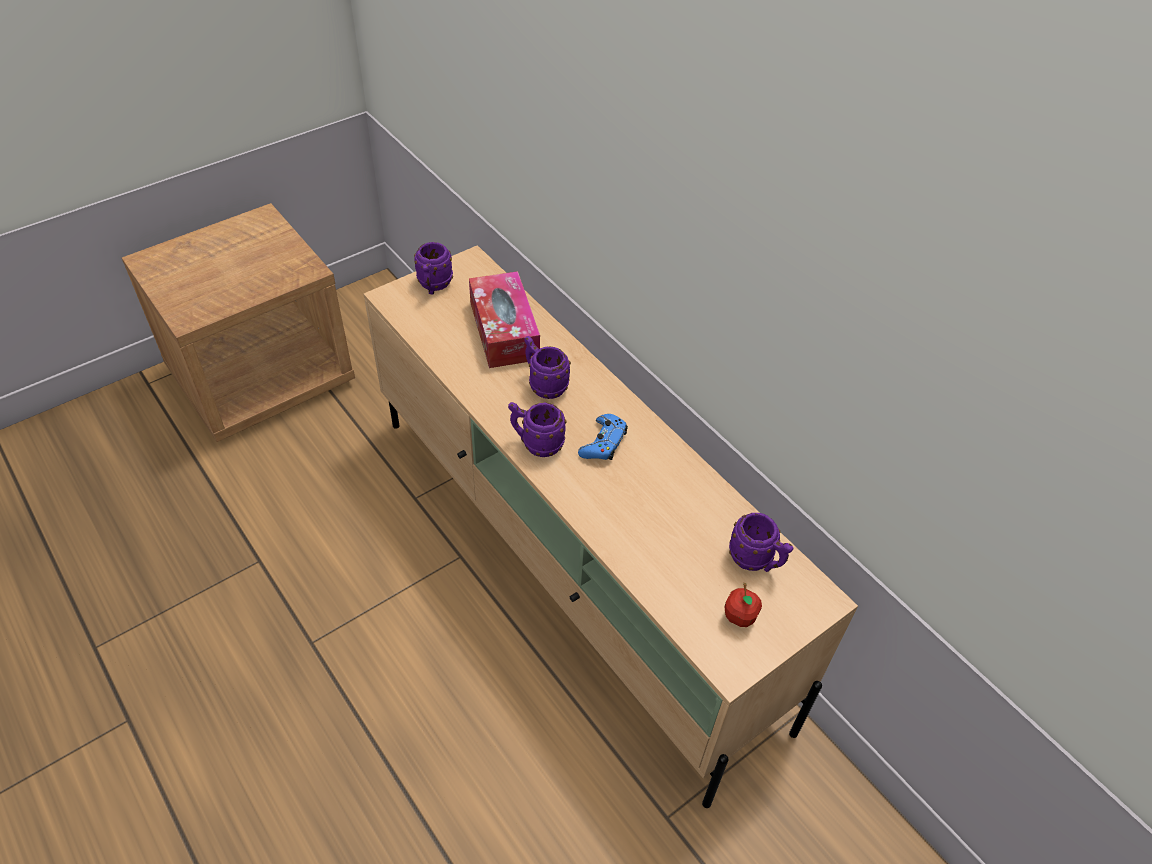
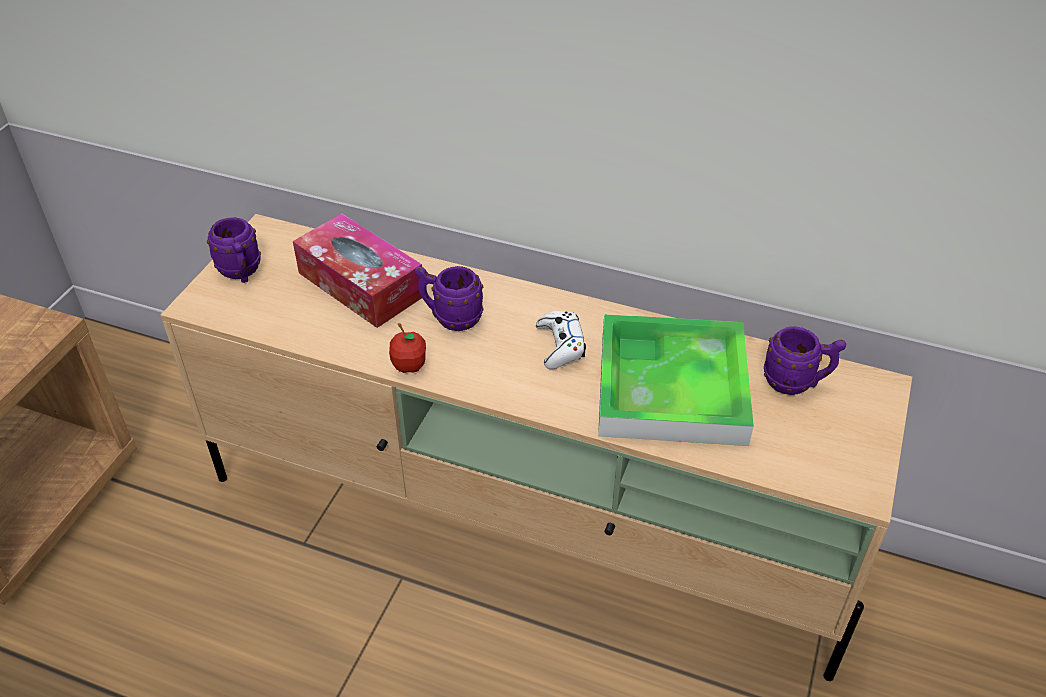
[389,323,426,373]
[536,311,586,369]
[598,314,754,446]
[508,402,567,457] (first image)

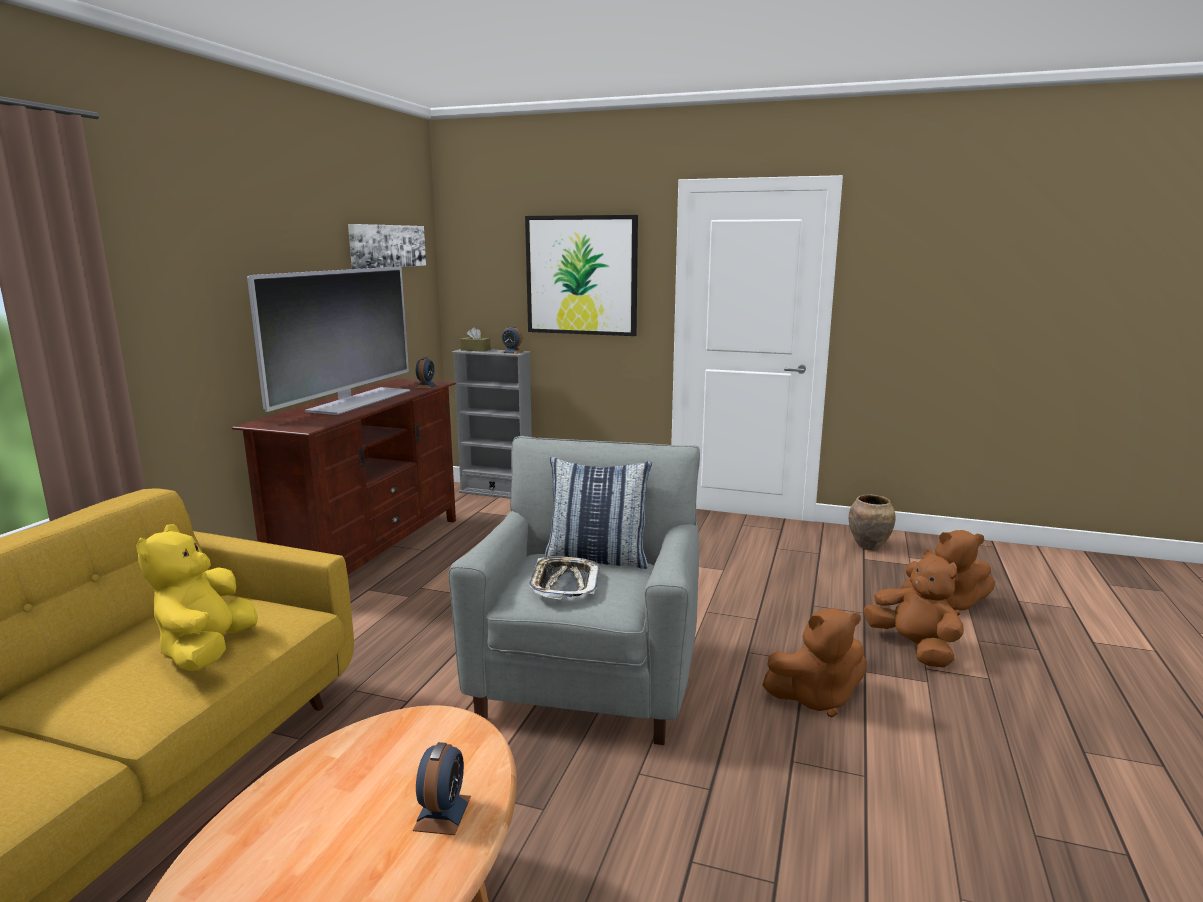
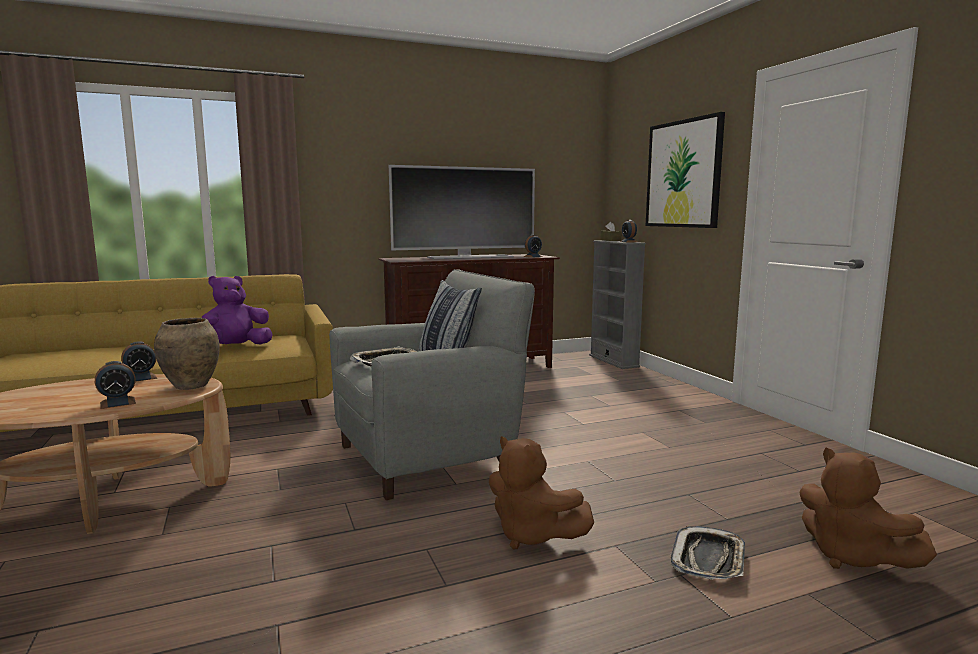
[121,342,157,382]
[154,318,220,390]
[202,276,273,345]
[671,526,745,580]
[348,224,426,269] (first image)

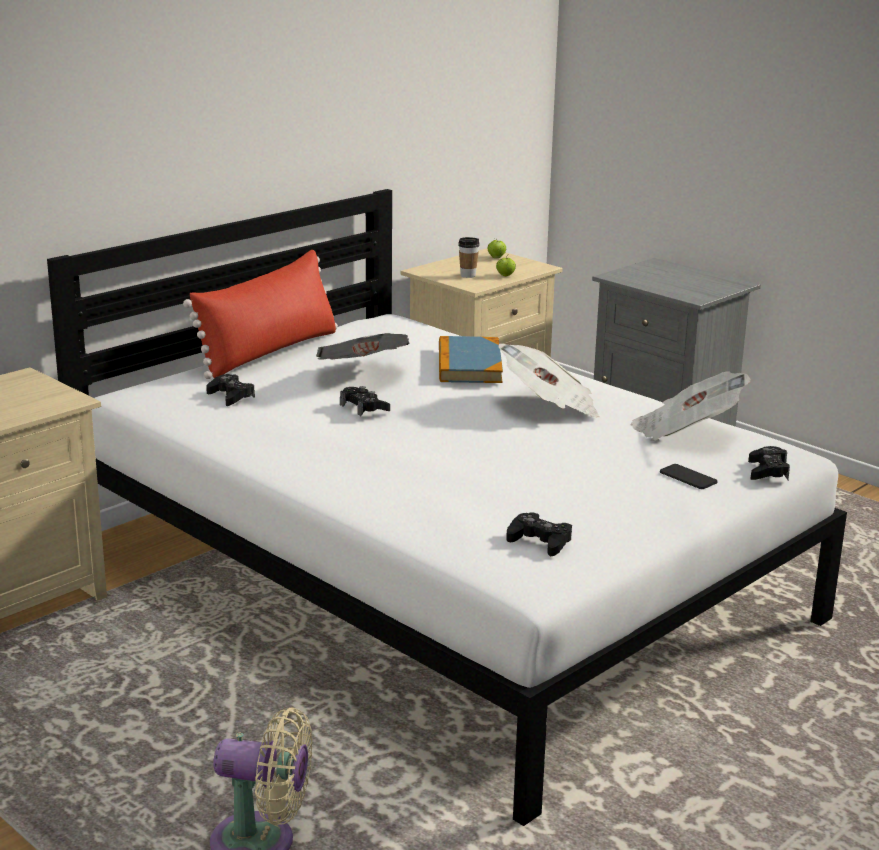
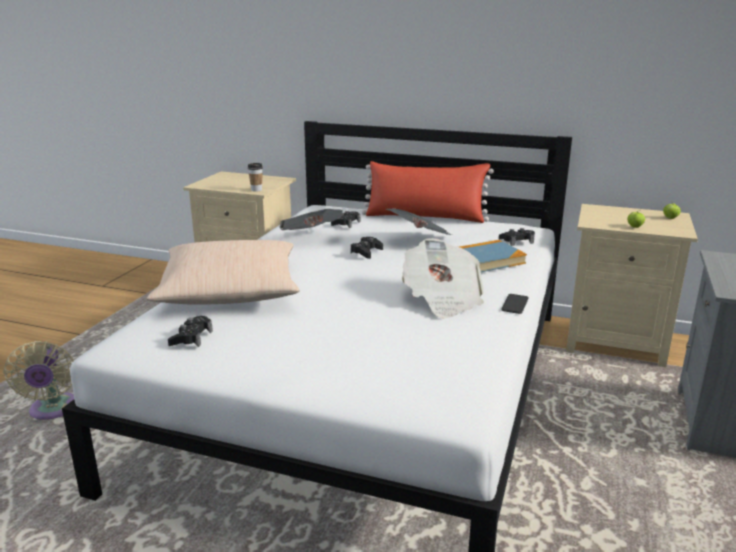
[146,240,299,305]
[248,163,263,192]
[280,209,343,230]
[499,228,535,246]
[501,294,529,314]

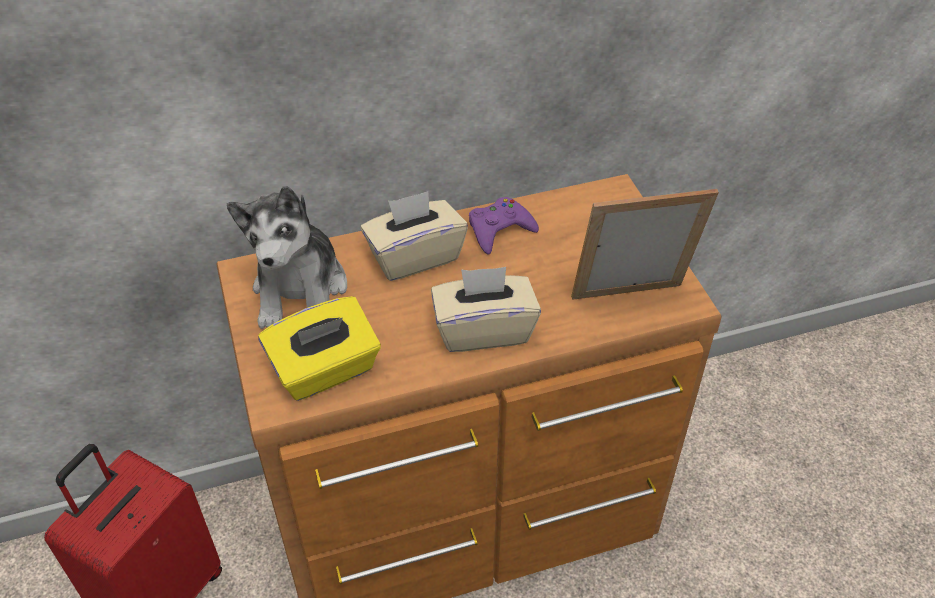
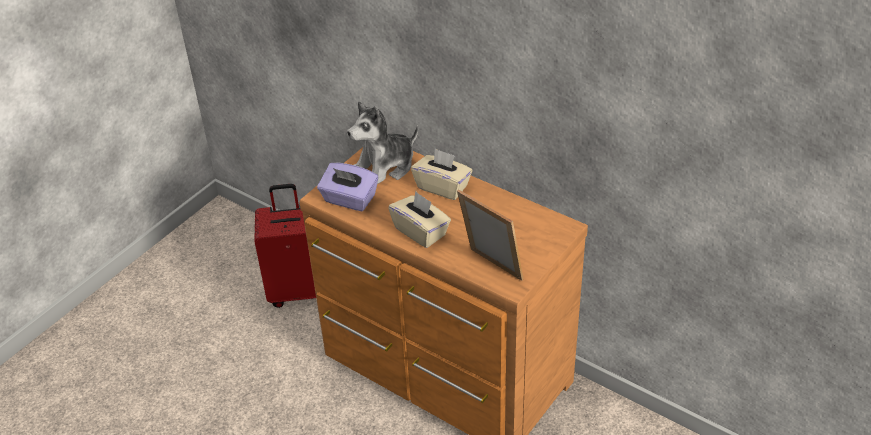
[317,163,378,211]
[469,197,539,254] (first image)

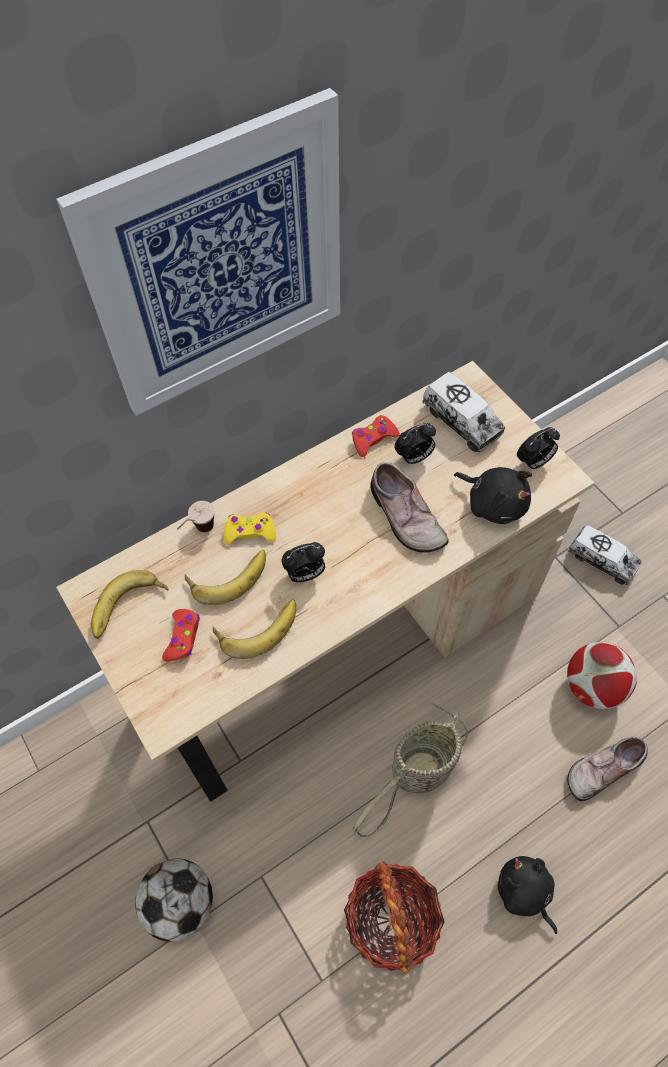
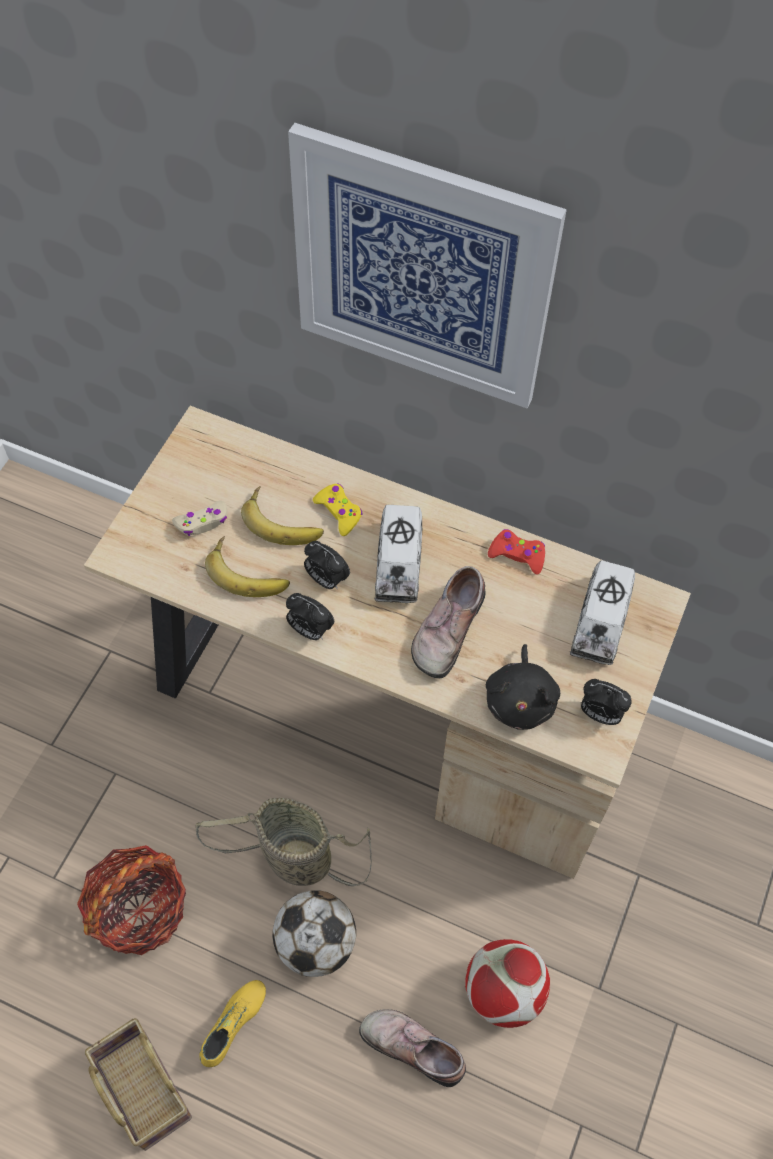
[85,1018,192,1151]
[172,501,227,536]
[199,980,266,1067]
[273,890,356,977]
[286,593,334,640]
[374,505,422,603]
[91,570,169,639] (first image)
[177,501,215,532] (first image)

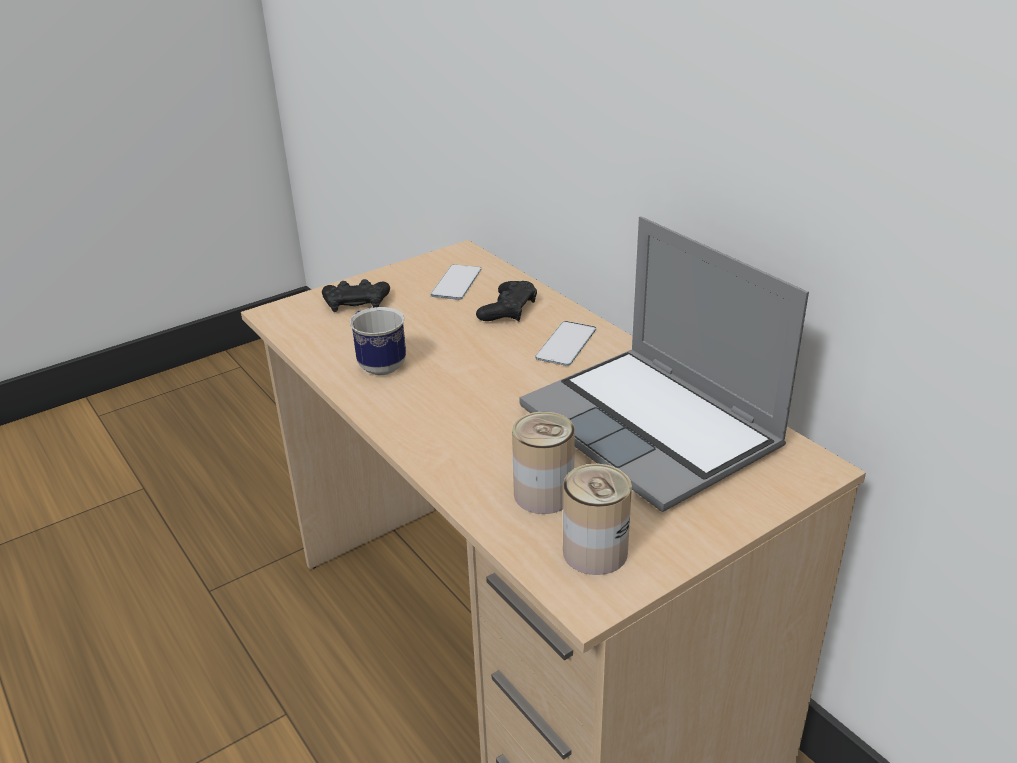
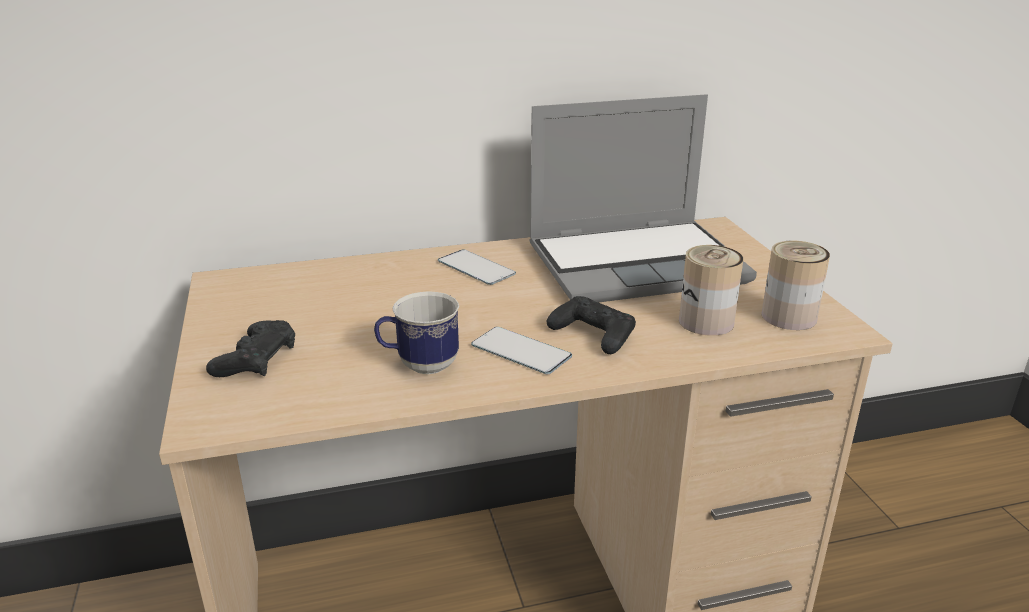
[471,327,572,374]
[547,296,636,354]

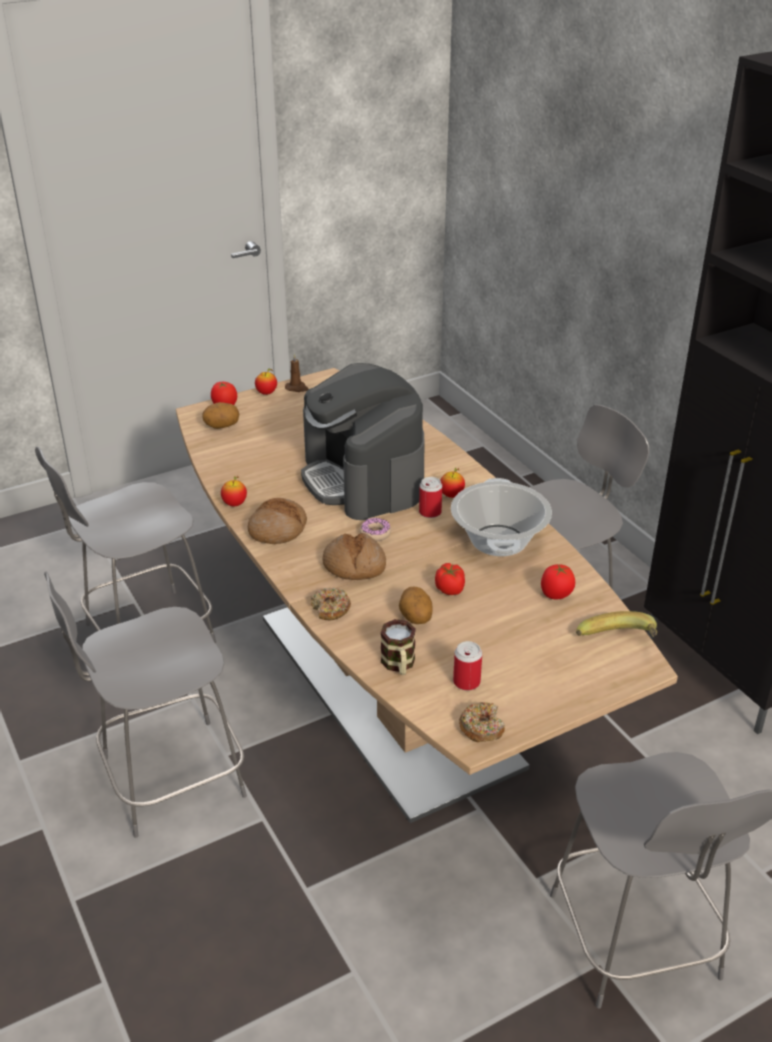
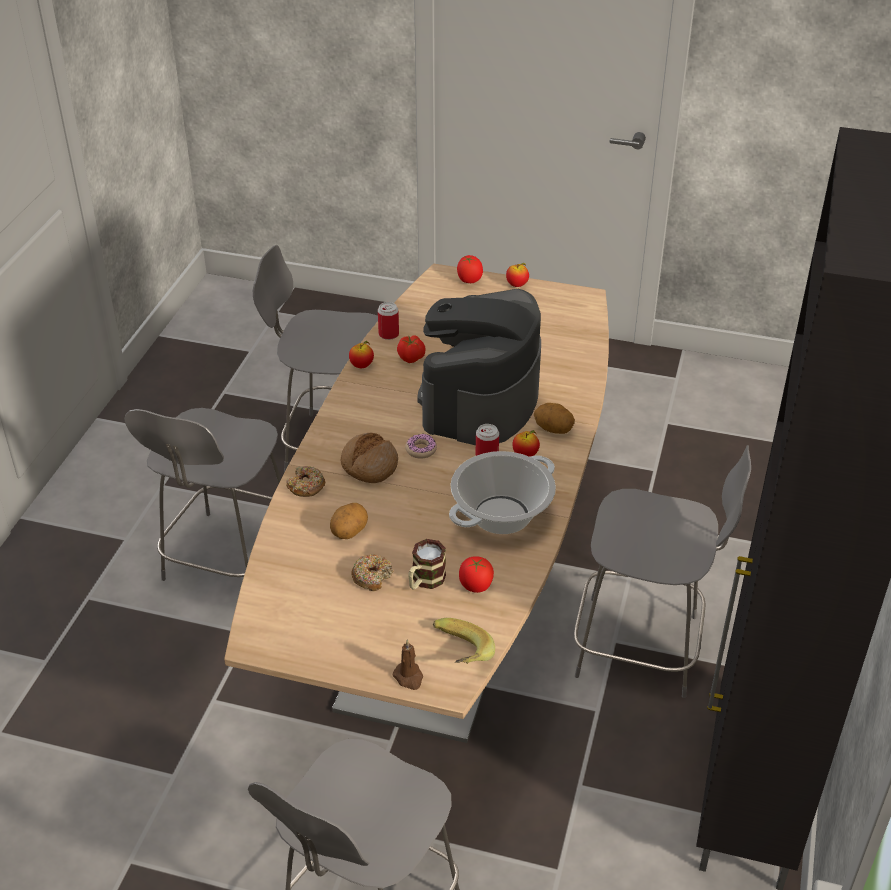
[124,408,281,581]
[351,554,394,591]
[378,302,399,340]
[393,639,423,690]
[397,335,426,363]
[408,539,446,590]
[534,403,575,434]
[248,498,307,544] (first image)

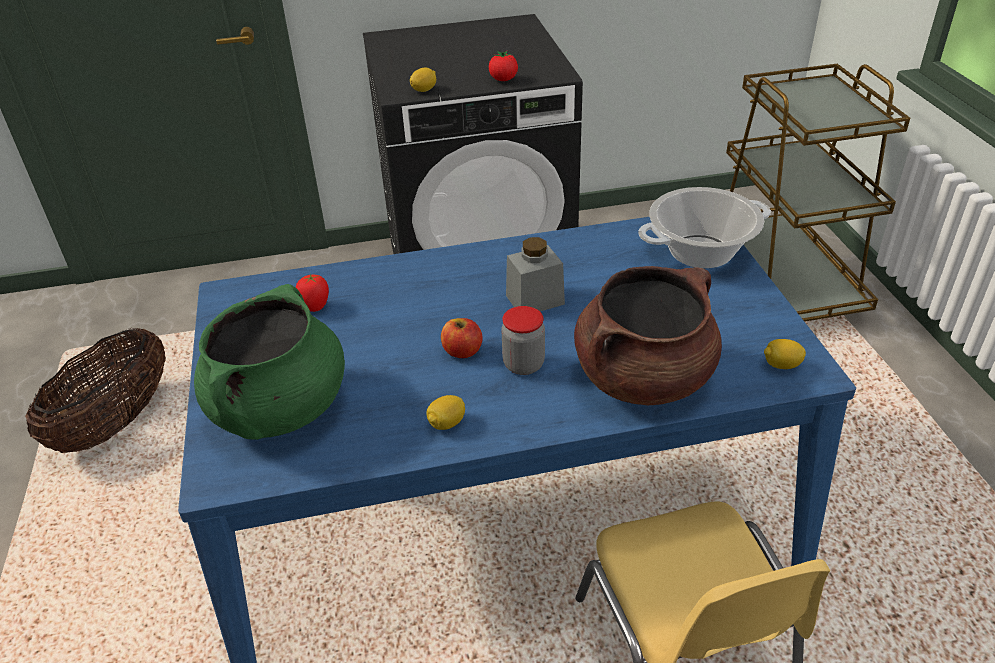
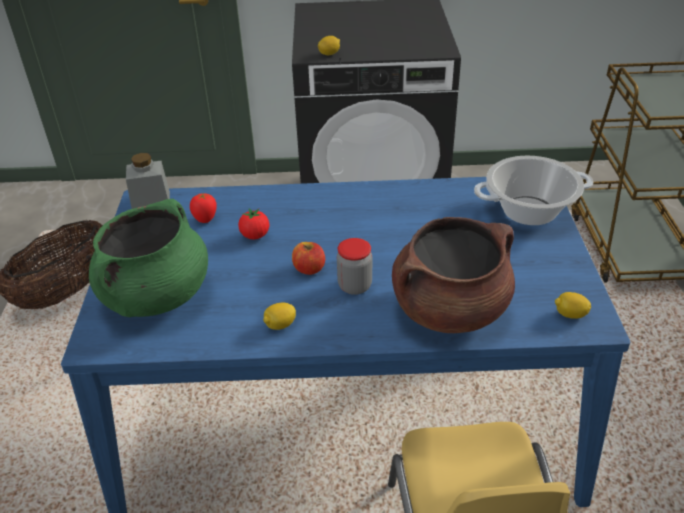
[126,153,170,209]
[238,208,269,239]

